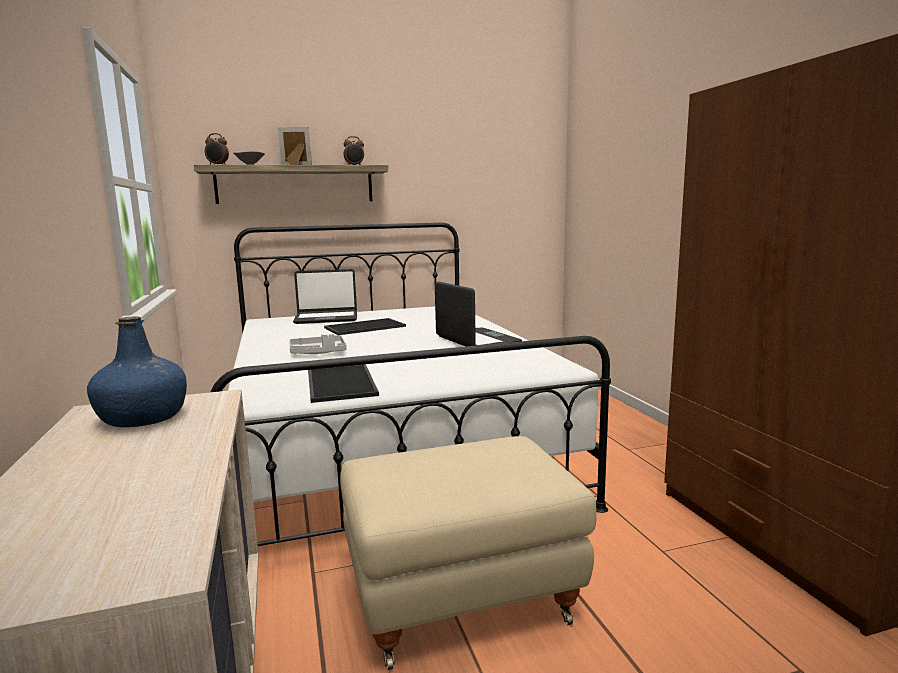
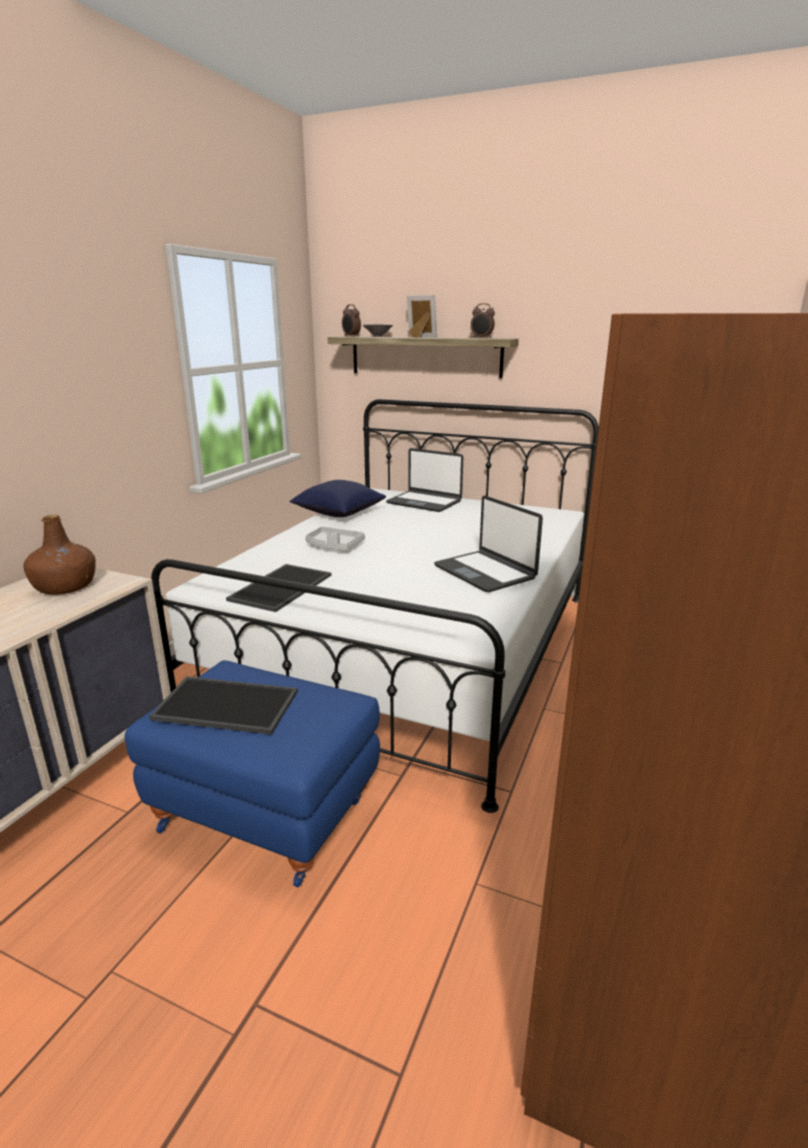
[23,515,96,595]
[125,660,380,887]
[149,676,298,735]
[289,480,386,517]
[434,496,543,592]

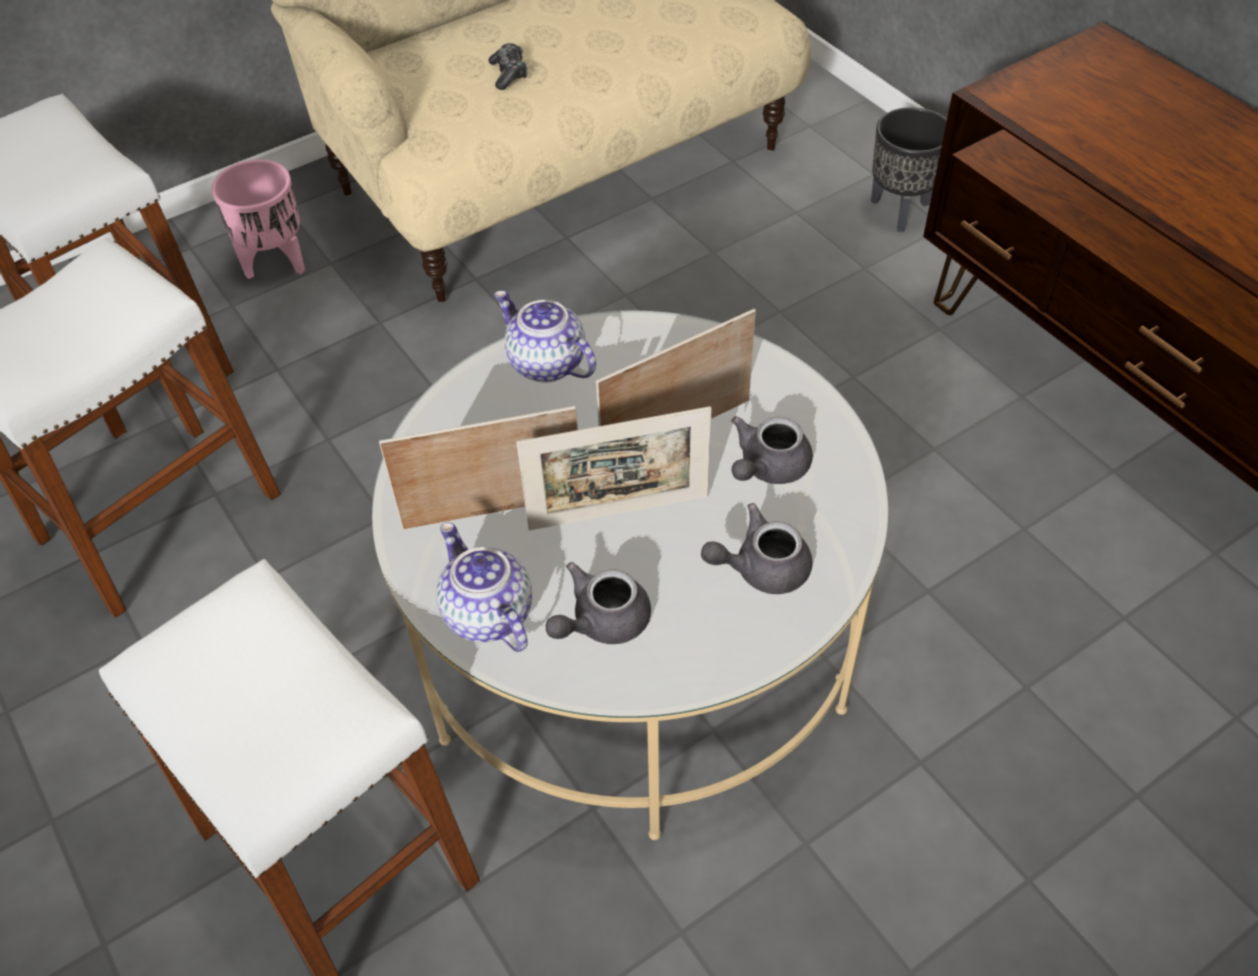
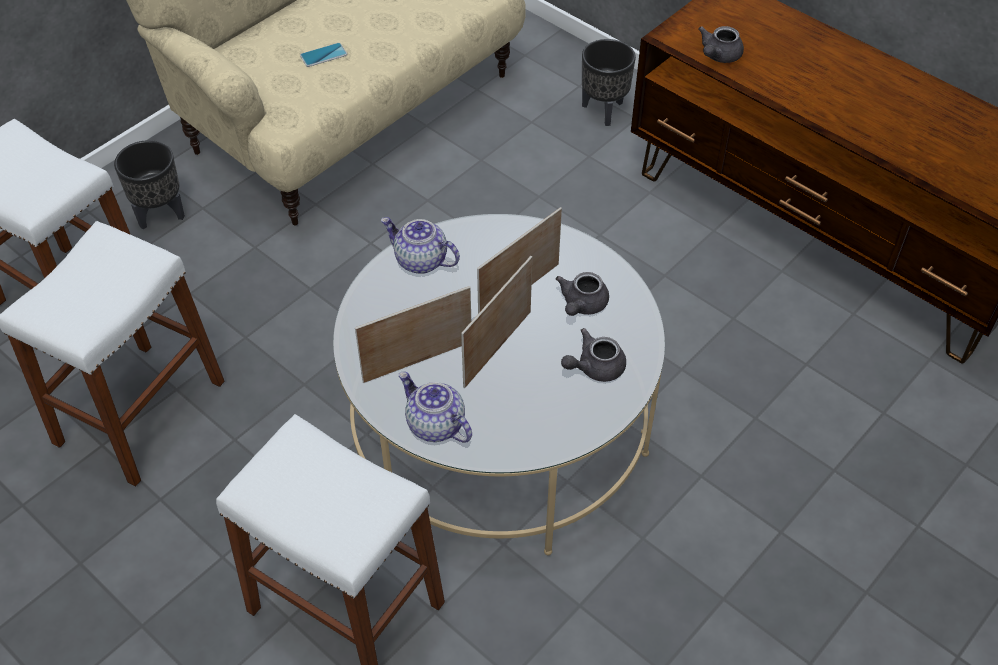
[114,140,185,230]
[300,43,347,67]
[461,256,532,388]
[698,26,744,63]

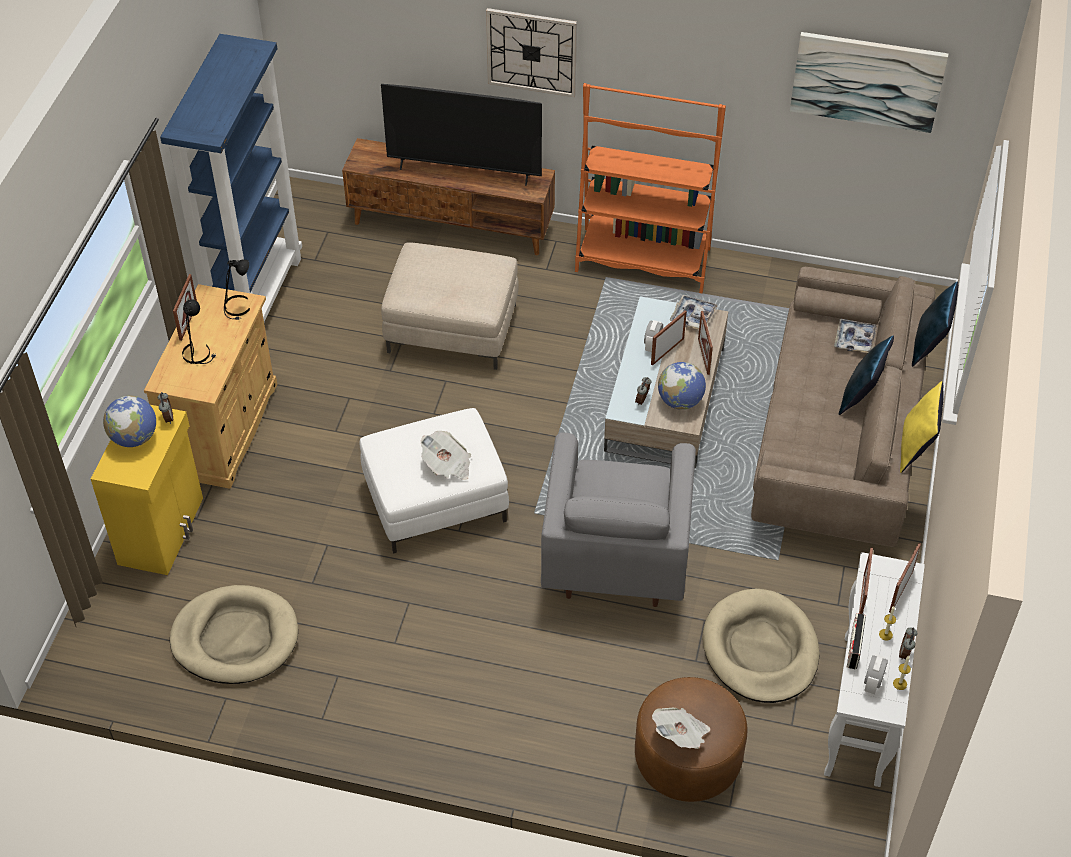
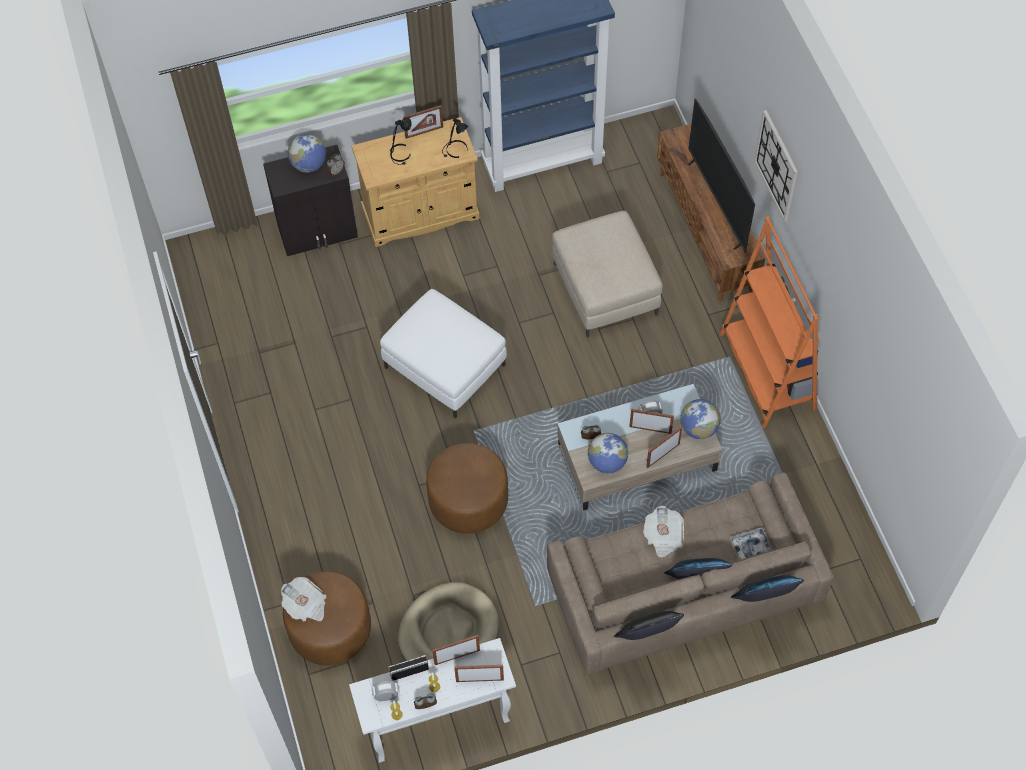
[263,145,358,256]
[426,443,508,534]
[614,611,684,640]
[643,506,684,558]
[680,399,721,439]
[170,585,298,684] (first image)
[790,32,948,133] (first image)

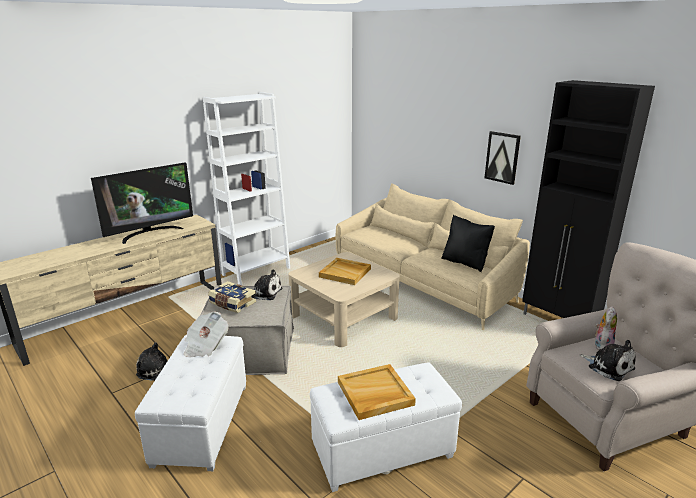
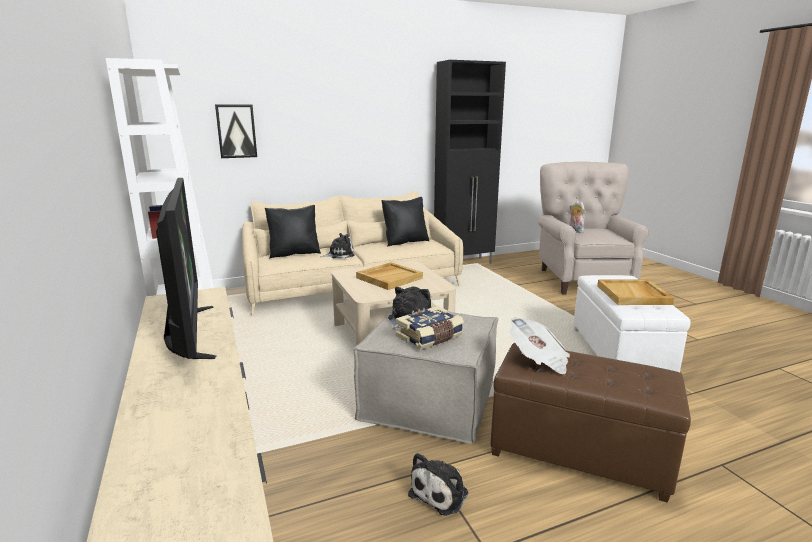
[215,104,257,158]
[265,205,321,258]
[320,233,355,258]
[490,343,691,503]

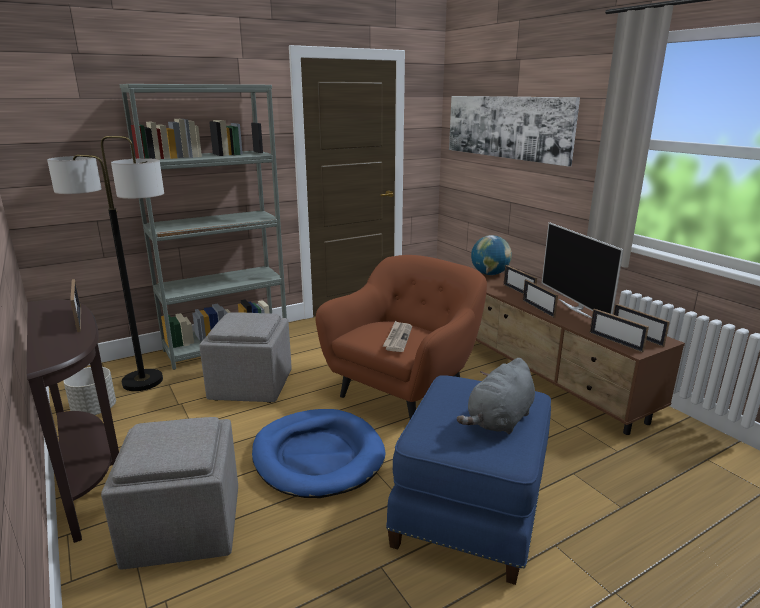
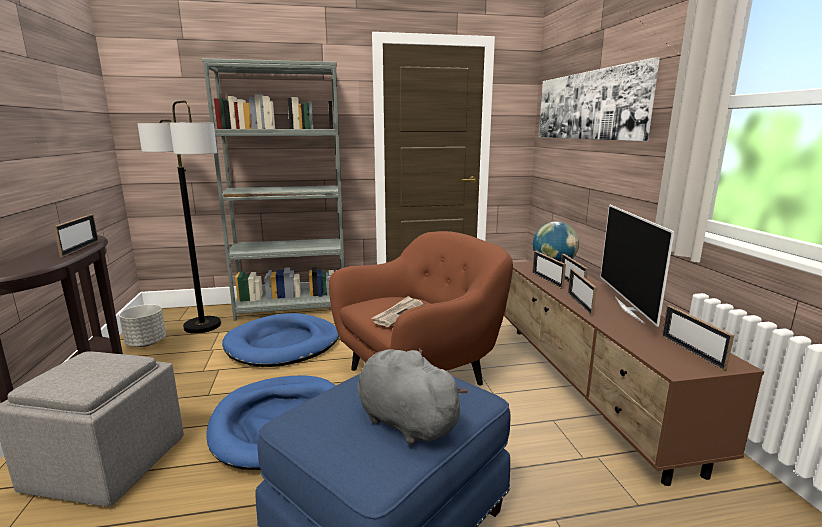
[222,313,339,367]
[357,349,468,445]
[532,251,566,289]

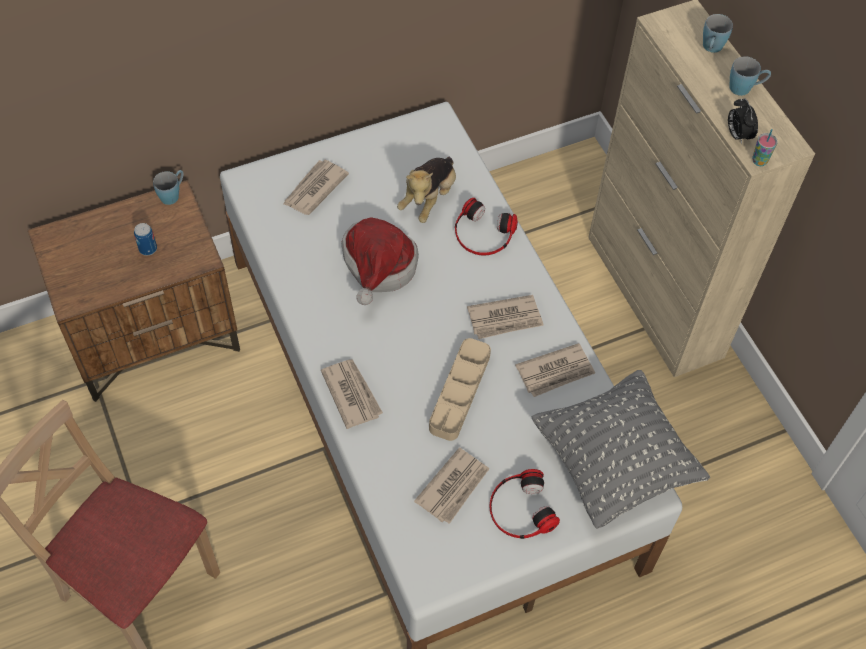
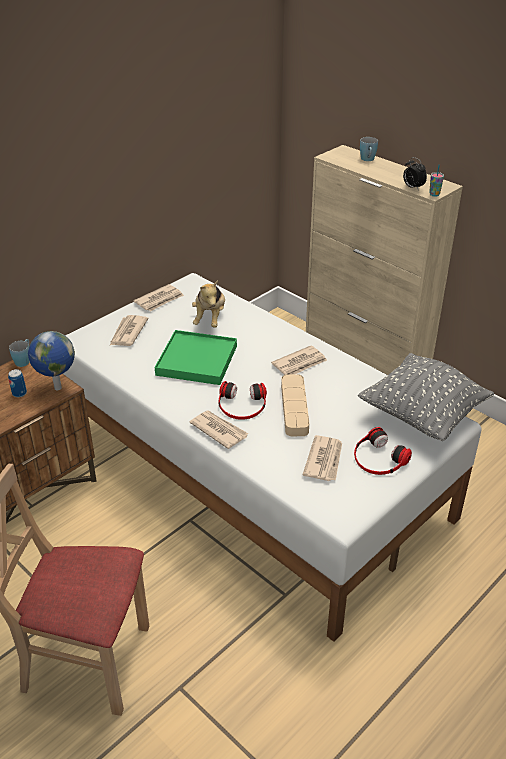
[28,331,75,390]
[133,284,184,311]
[155,330,237,385]
[218,381,267,420]
[729,56,771,96] (first image)

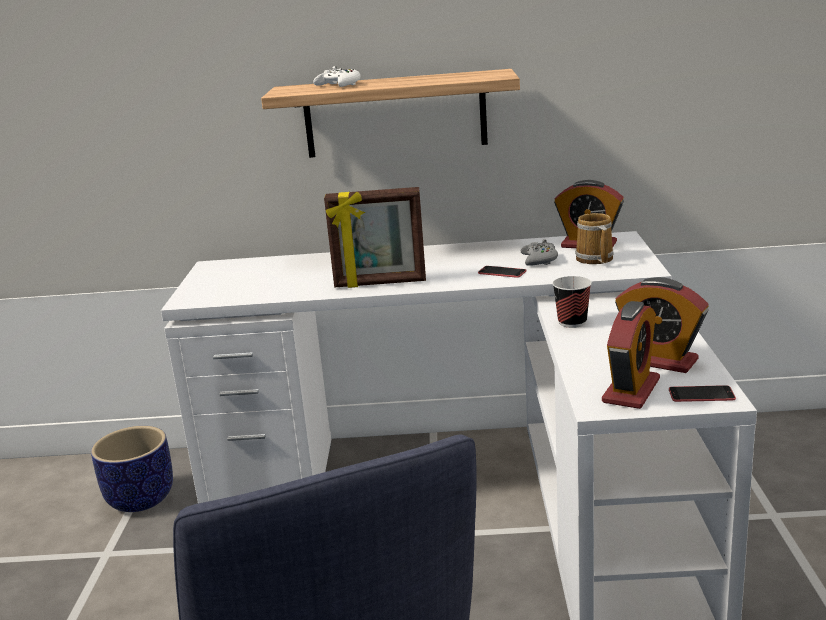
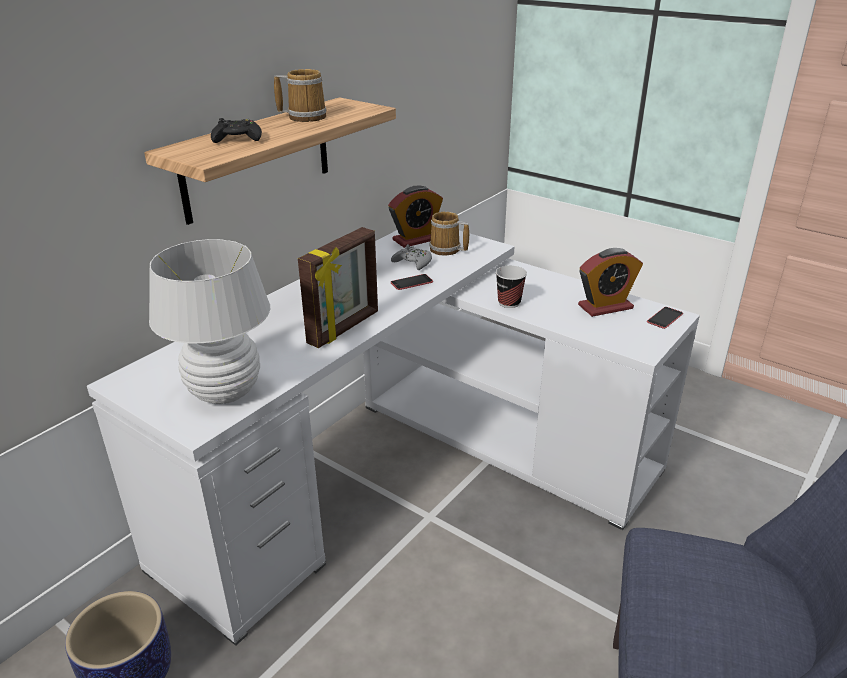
[149,239,270,404]
[211,118,262,143]
[274,69,326,122]
[602,301,660,409] (first image)

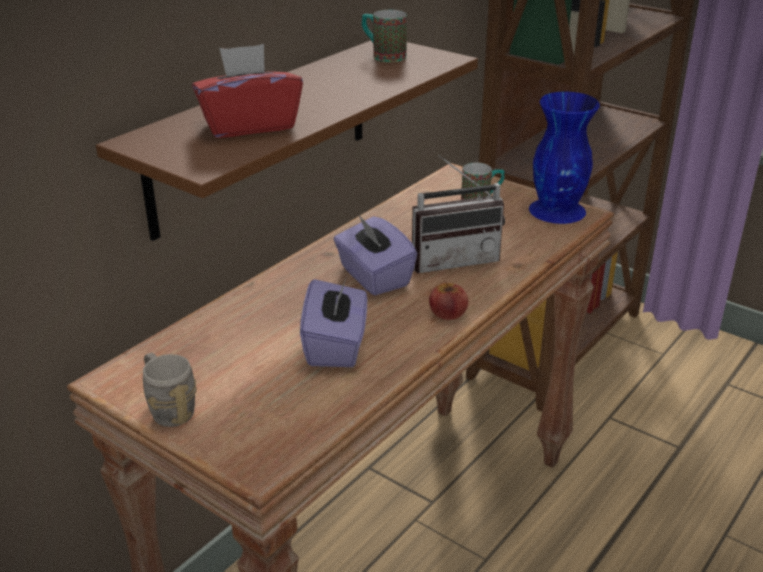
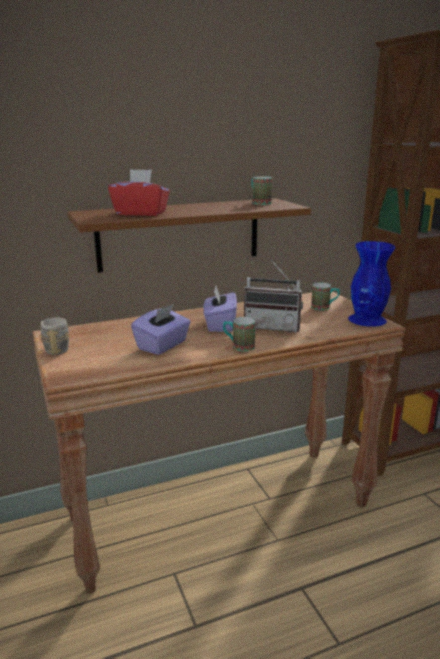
[223,317,255,351]

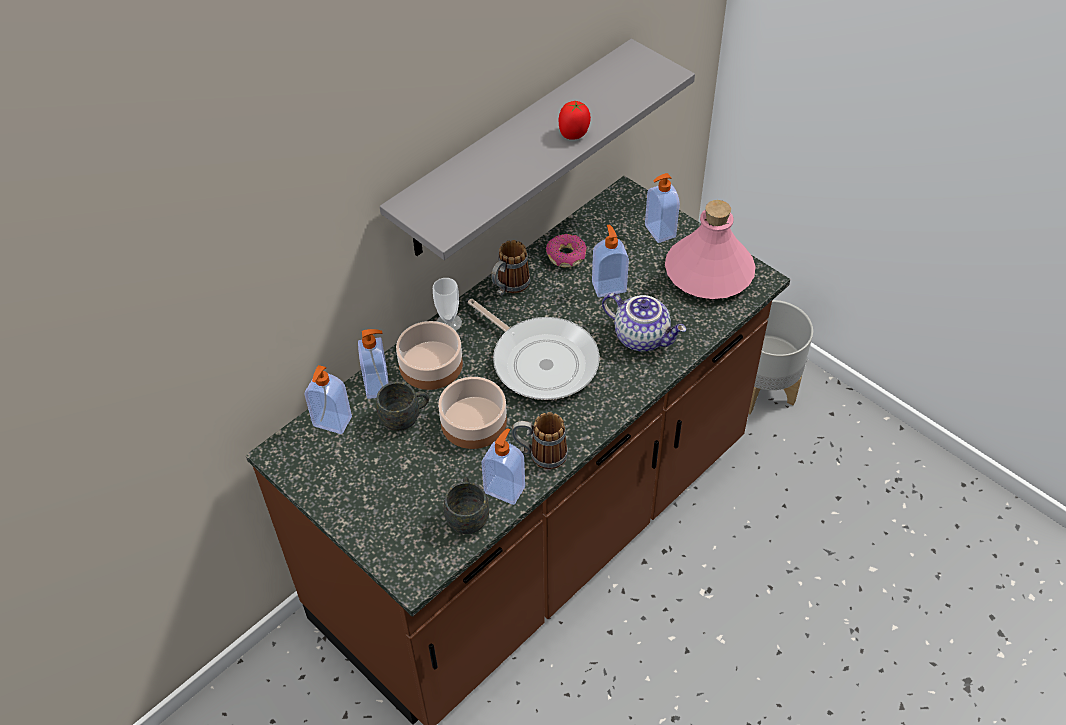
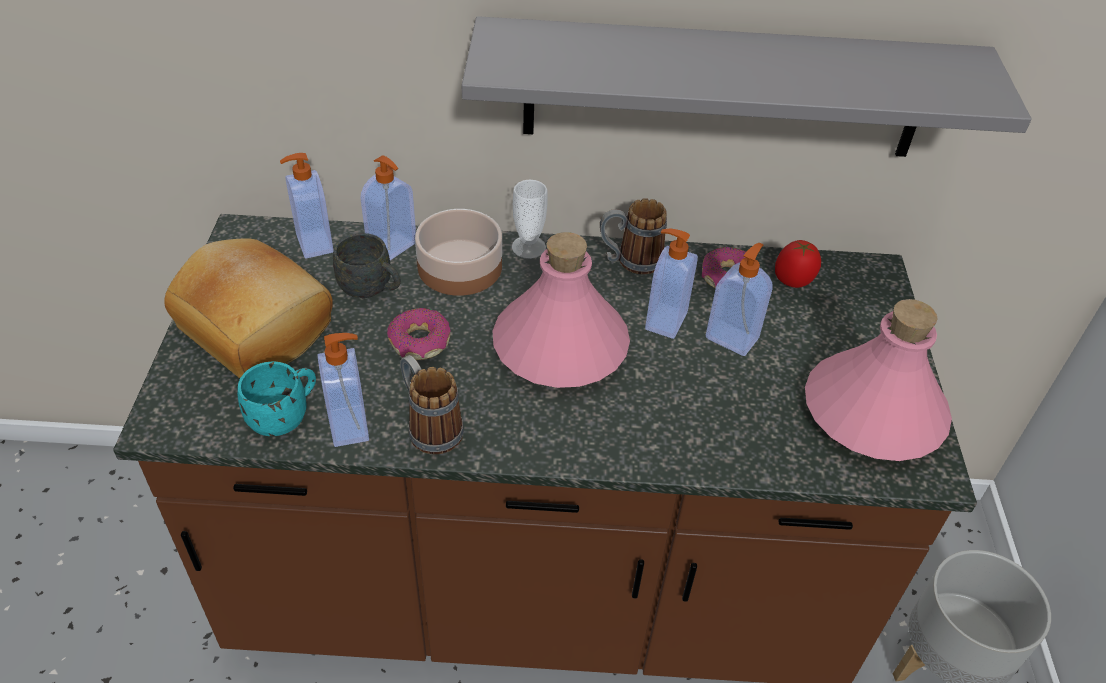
[164,238,333,378]
[237,362,316,436]
[387,308,451,360]
[492,232,630,388]
[645,229,698,339]
[775,240,821,288]
[602,293,686,352] (first image)

